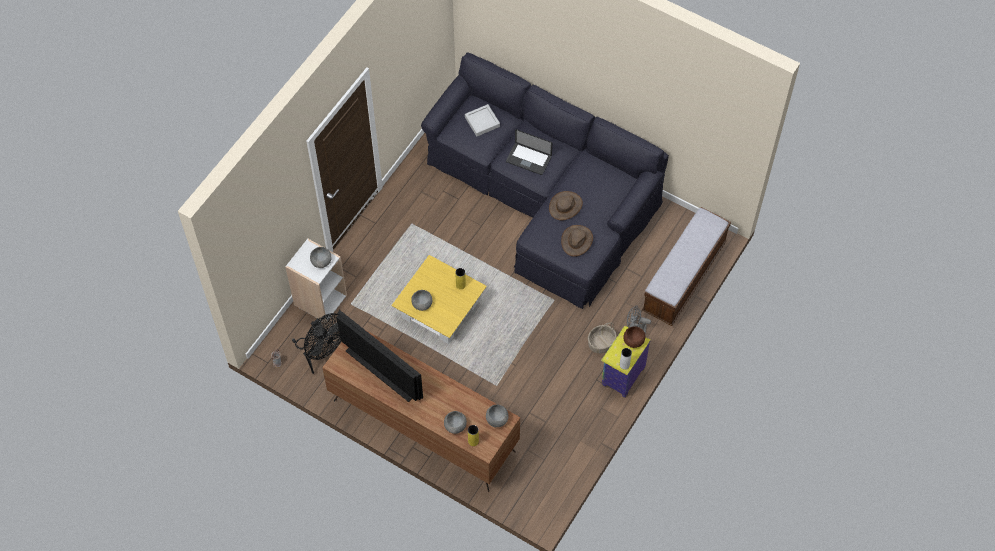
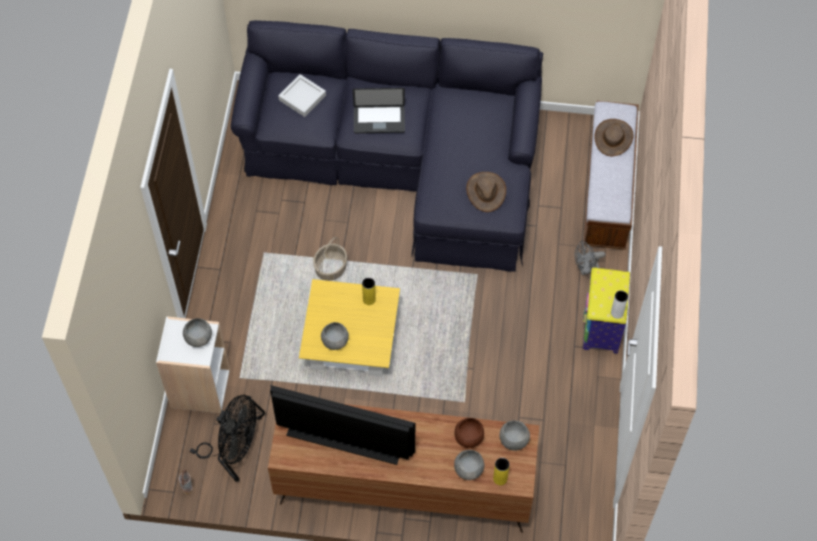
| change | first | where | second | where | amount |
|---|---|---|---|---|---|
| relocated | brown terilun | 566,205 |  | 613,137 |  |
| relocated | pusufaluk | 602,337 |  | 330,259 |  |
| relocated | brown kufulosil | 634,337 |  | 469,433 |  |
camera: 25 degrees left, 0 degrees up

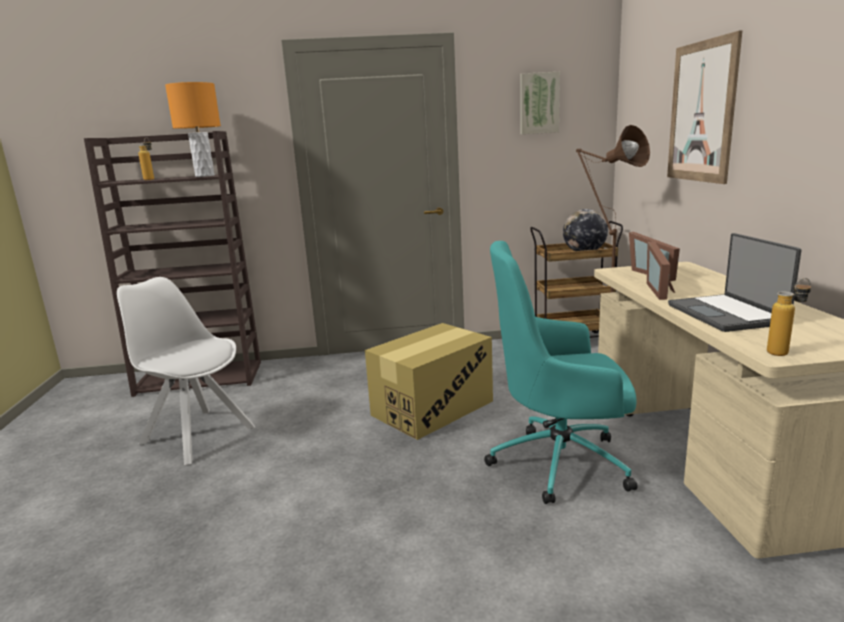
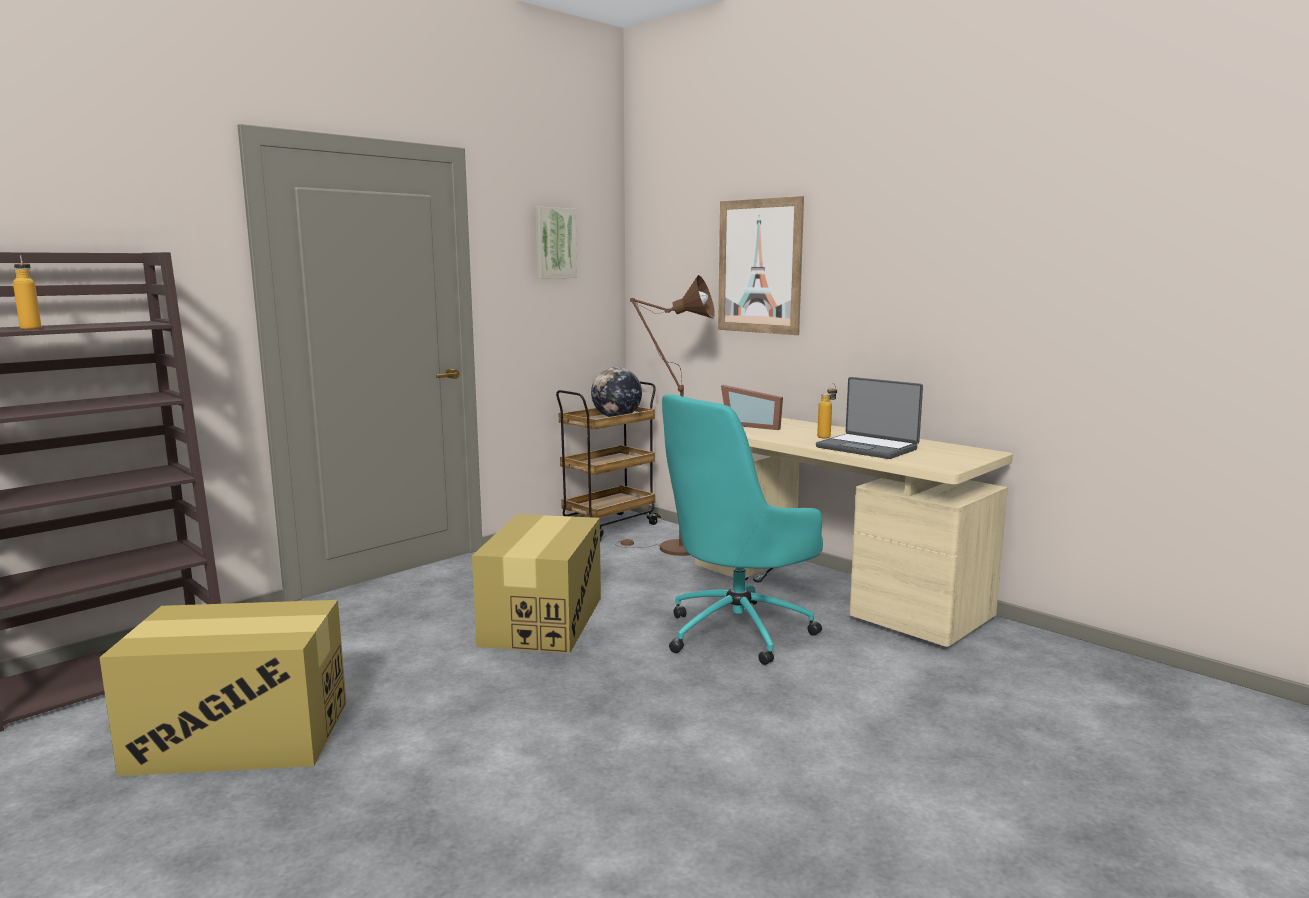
| change | first | where | second | where | amount |
|---|---|---|---|---|---|
| missing | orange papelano | 193,129 |  |  |  |
| missing | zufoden | 661,271 |  |  |  |
| relocated | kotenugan | 789,317 |  | 827,410 |  |
| exchanged | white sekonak | 186,371 | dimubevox | 222,688 |  |
camera: 40 degrees left, 5 degrees down

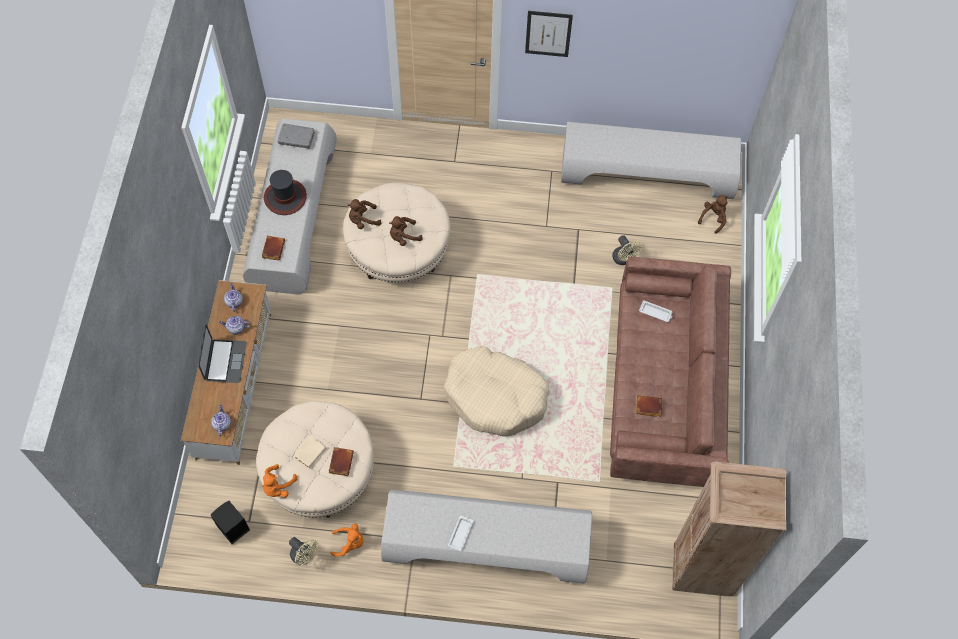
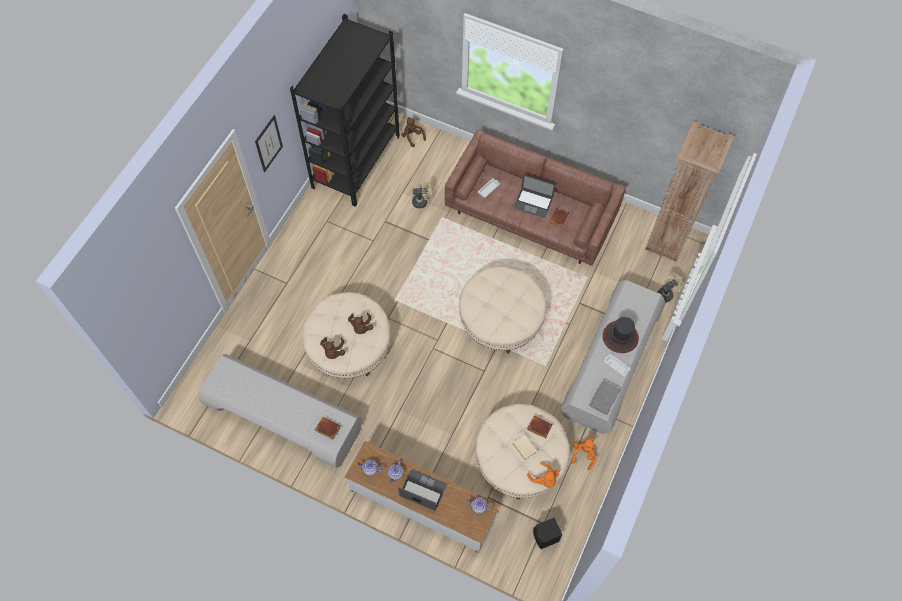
| change | first | where | second | where | amount |
|---|---|---|---|---|---|
| appeared |  |  | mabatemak | 534,196 |  |
| relocated | terilun | 285,192 |  | 621,335 |  |
| relocated | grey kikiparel | 296,136 |  | 604,398 |  |
| relocated | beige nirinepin | 303,551 |  | 670,287 |  |
| exchanged | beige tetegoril | 497,391 | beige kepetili | 502,310 |  |
| exchanged | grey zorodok | 651,160 | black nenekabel | 345,110 |  |
camera: 70 degrees left, 0 degrees up

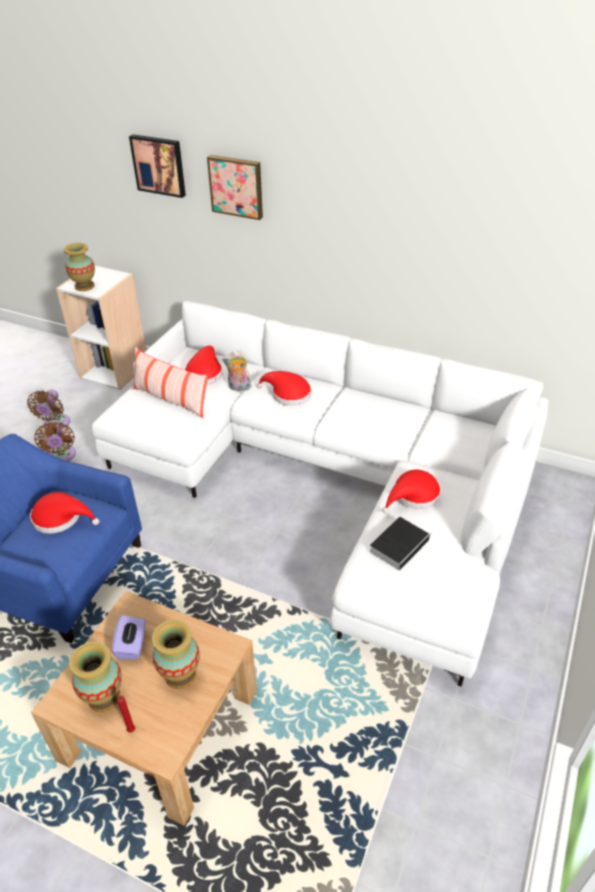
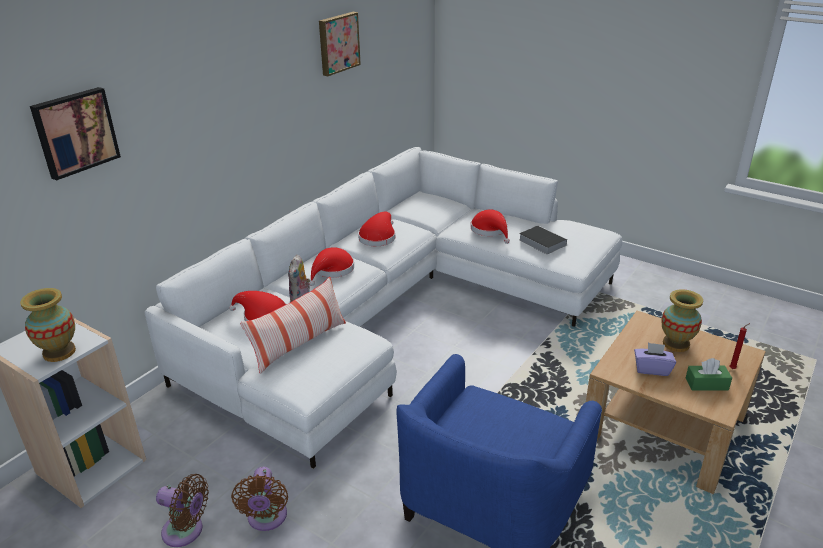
| change | first | where | second | where | amount |
|---|---|---|---|---|---|
| relocated | red terilun | 64,513 |  | 376,228 |  |
| relocated | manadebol | 235,187 |  | 340,44 |  |
| exchanged | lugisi | 95,677 | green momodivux | 709,374 |  |
| spun | brown nirinepin | 55,440 |  | 259,499 | 90 degrees clockwise |
camera: 80 degrees left, 10 degrees down

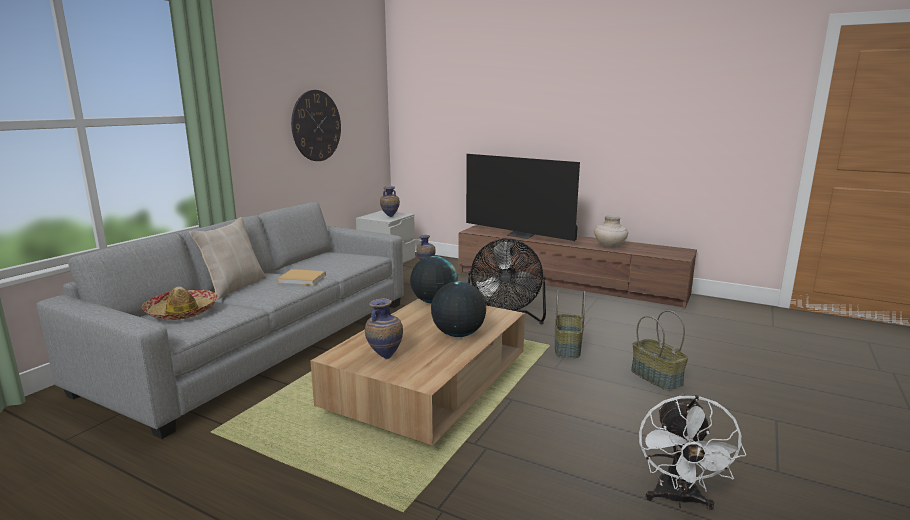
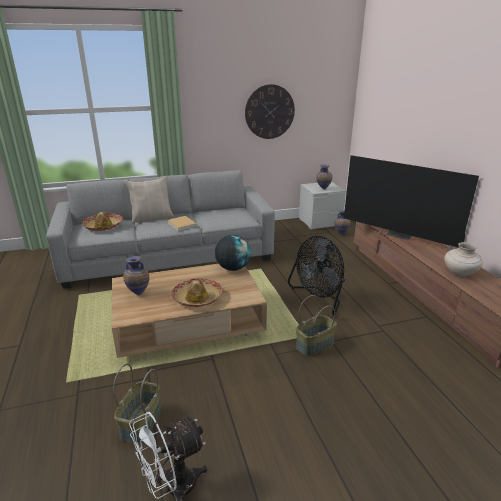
| change | first | where | second | where | amount |
|---|---|---|---|---|---|
| relocated | pusufaluk | 659,350 |  | 137,404 |  |
| exchanged | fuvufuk | 458,309 | terilun | 196,292 |  |
| spun | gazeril | 523,197 |  | 411,201 | 45 degrees counterclockwise |
camera: 45 degrees right, 10 degrees up

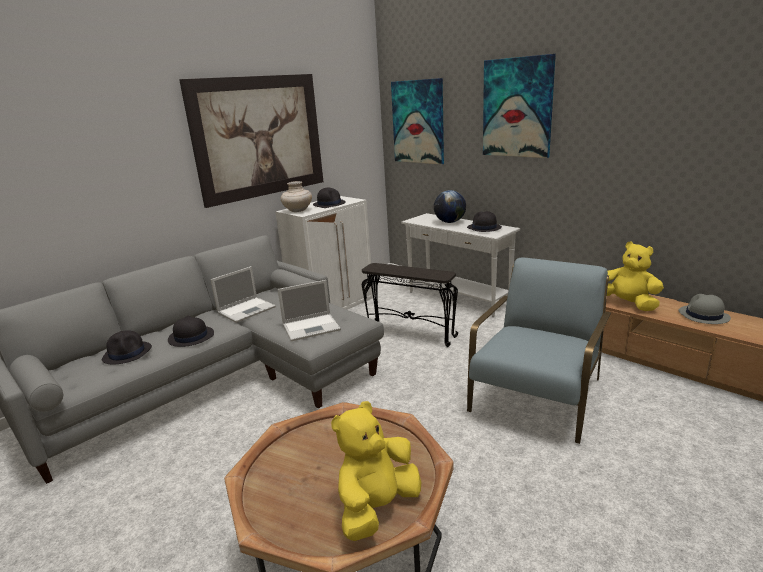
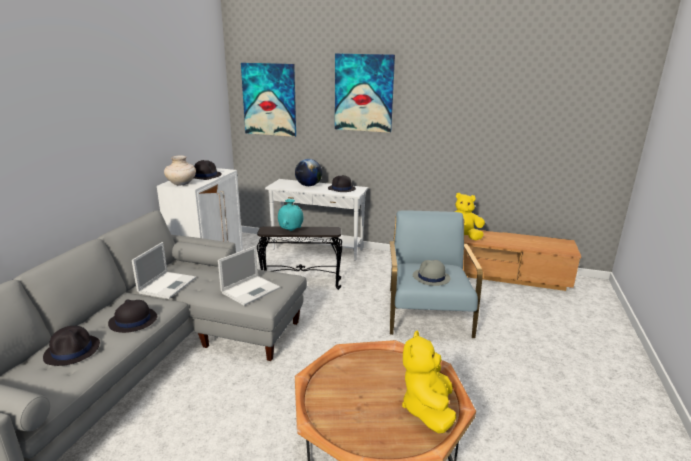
| change | first | where | second | where | amount |
|---|---|---|---|---|---|
| missing | manadebol | 251,141 |  |  |  |
| appeared |  |  | turquoise lugisi | 290,215 |  |
| relocated | grey terilun | 704,309 |  | 432,273 |  |
camera: 30 degrees left, 0 degrees up

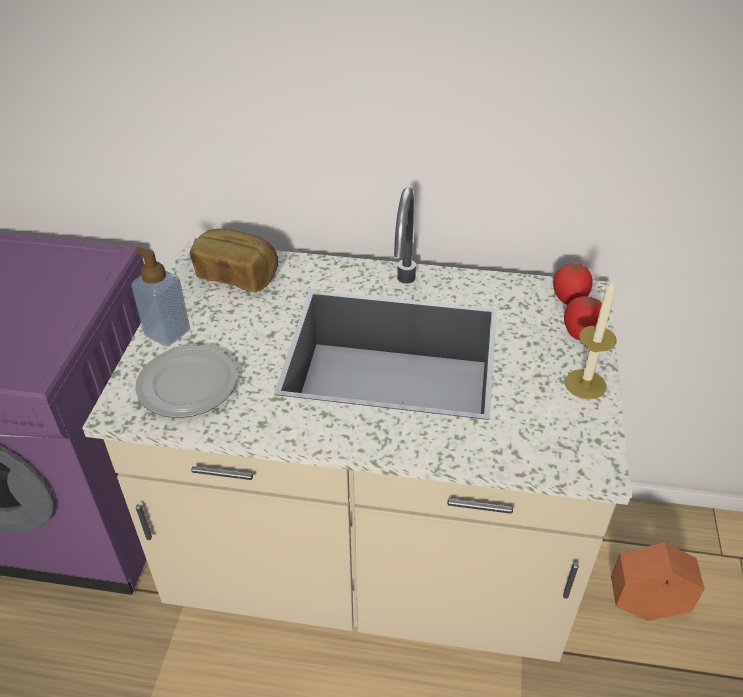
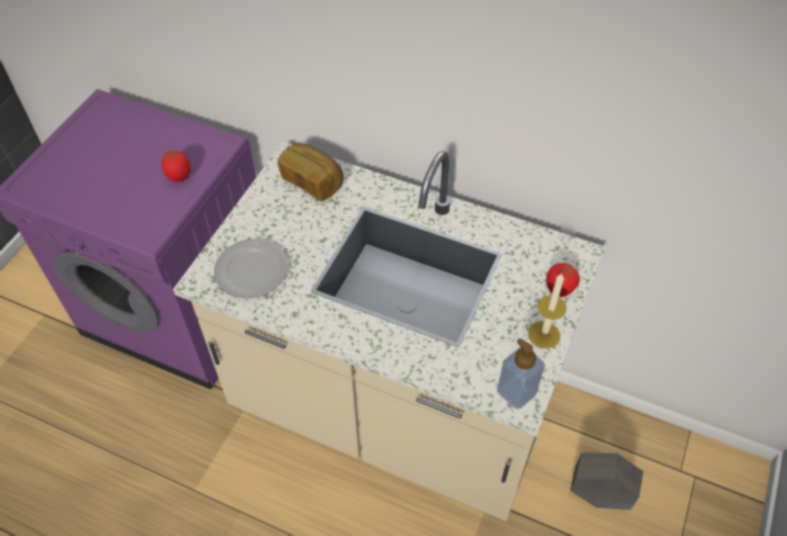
| change | first | where | second | where | amount |
|---|---|---|---|---|---|
| relocated | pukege | 160,297 |  | 521,373 |  |
| relocated | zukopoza | 573,283 |  | 176,166 |  |
| colour | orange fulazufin | 658,581 | grey fulazufin | 606,481 |  |
camera: 15 degrees right, 10 degrees up

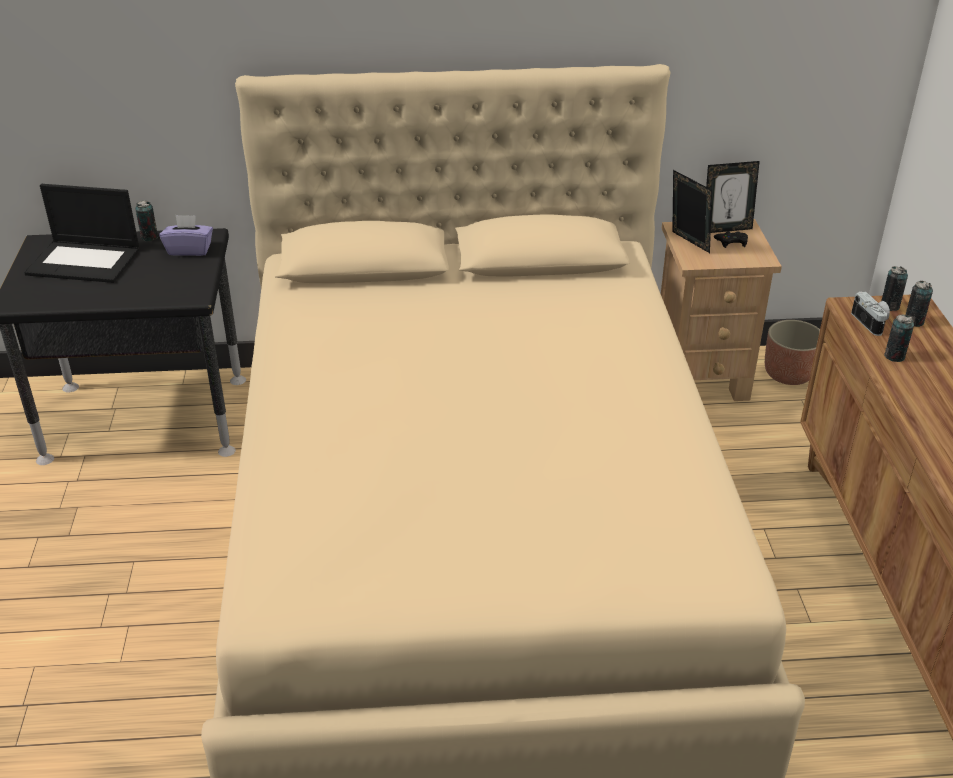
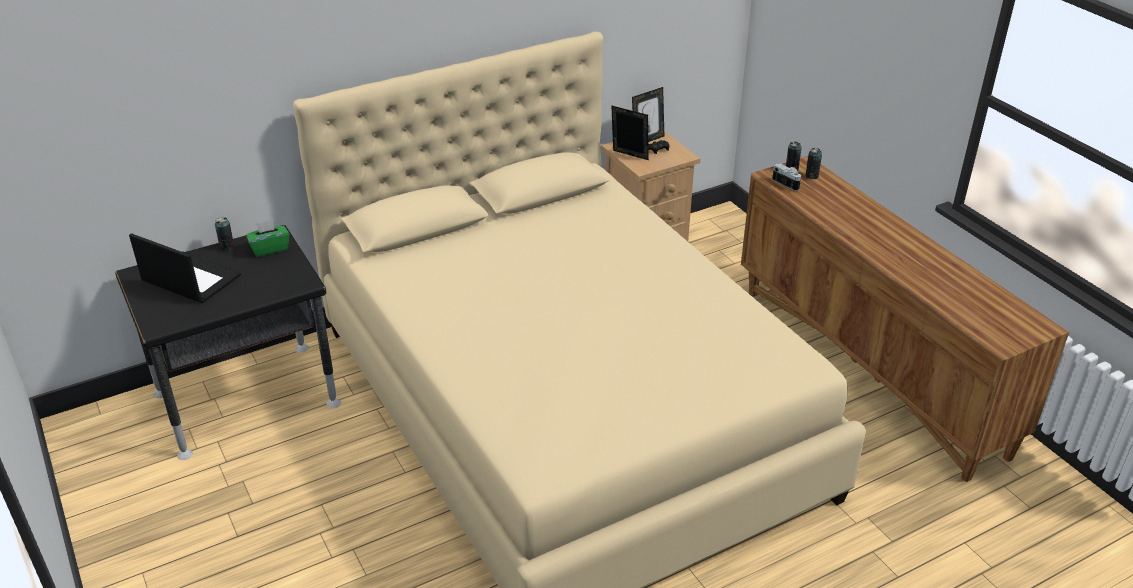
| change | first | where | second | where | amount |
|---|---|---|---|---|---|
| missing | fulazufin | 792,352 |  |  |  |
| missing | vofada | 899,338 |  |  |  |
| colour | purple momodivux | 186,235 | green momodivux | 267,238 |  |
| spun | mabatemak | 81,233 |  | 185,268 | 135 degrees counterclockwise |
camera: 25 degrees left, 0 degrees up

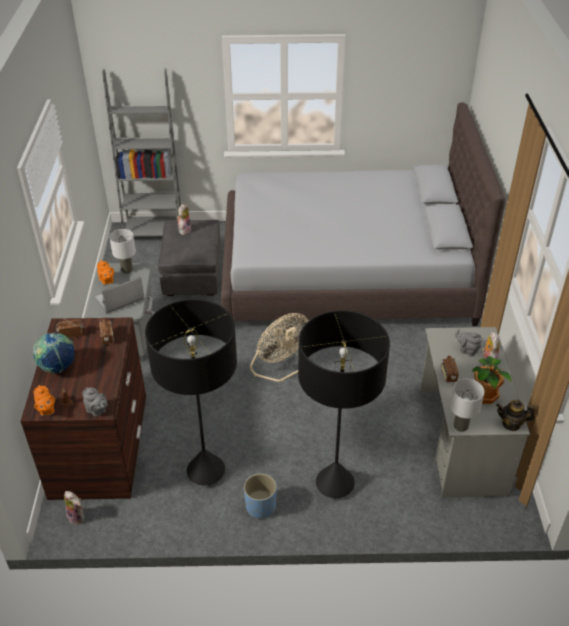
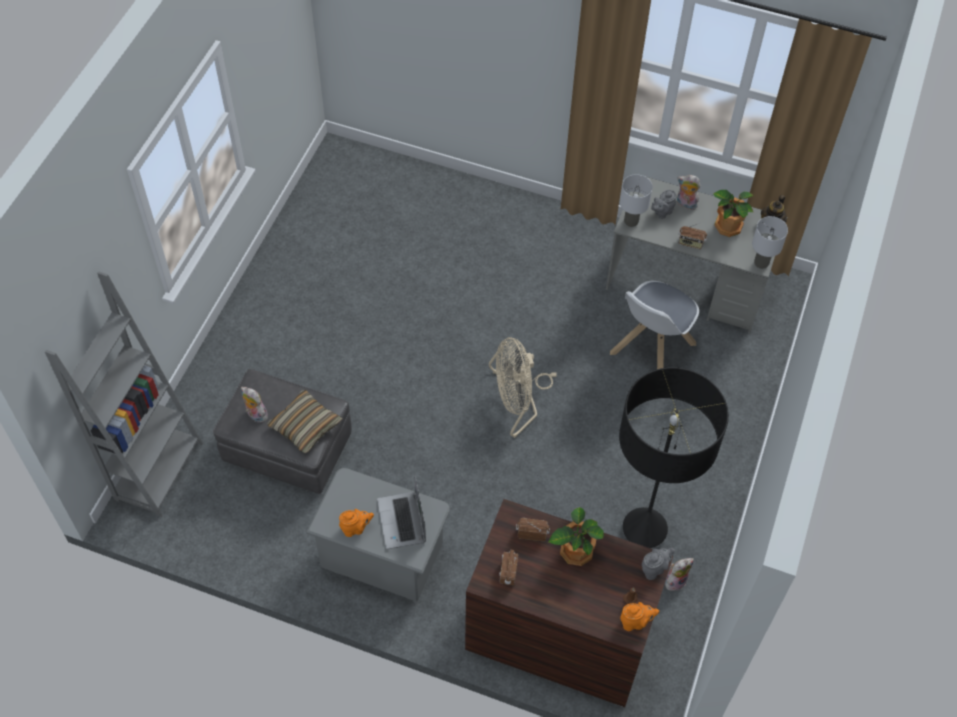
| change | first | where | second | where | amount |
|---|---|---|---|---|---|
| missing | fuvufuk | 53,353 |  |  |  |
| missing | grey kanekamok | 363,214 |  |  |  |
| missing | blue fulazufin | 260,495 |  |  |  |
| missing | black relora | 344,404 |  |  |  |
| appeared |  |  | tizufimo | 305,421 |  |
| appeared |  |  | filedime | 576,536 |  |
| appeared |  |  | sekonak | 654,325 |  |
| relocated | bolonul | 74,508 |  | 679,574 |  |
| relocated | white papelano | 122,251 |  | 636,200 |  |
camera: 70 degrees left, 15 degrees up

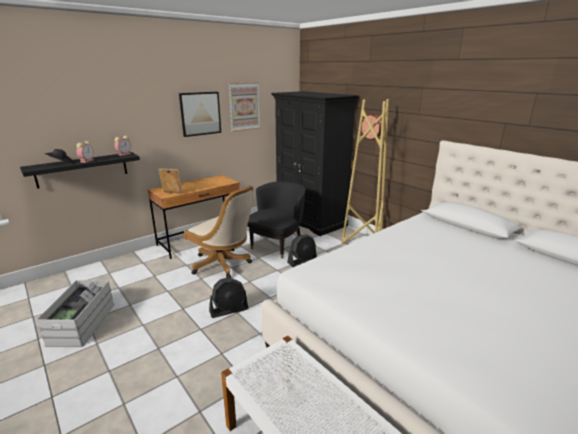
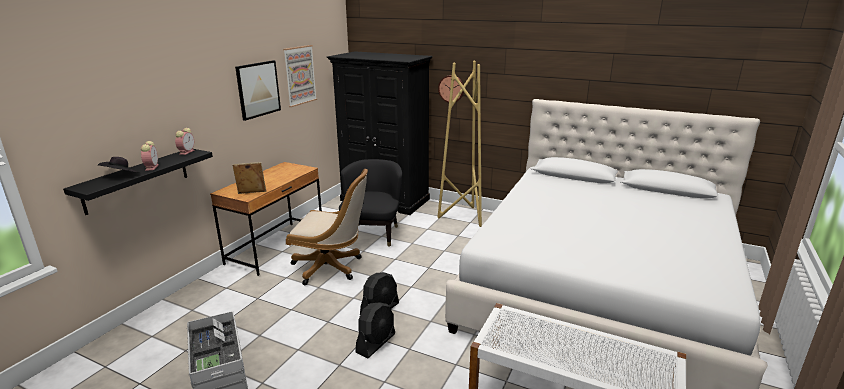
| change | first | where | second | where | amount |
|---|---|---|---|---|---|
| relocated | black nirinepin | 302,250 |  | 375,330 |  |
camera: 25 degrees left, 0 degrees up

